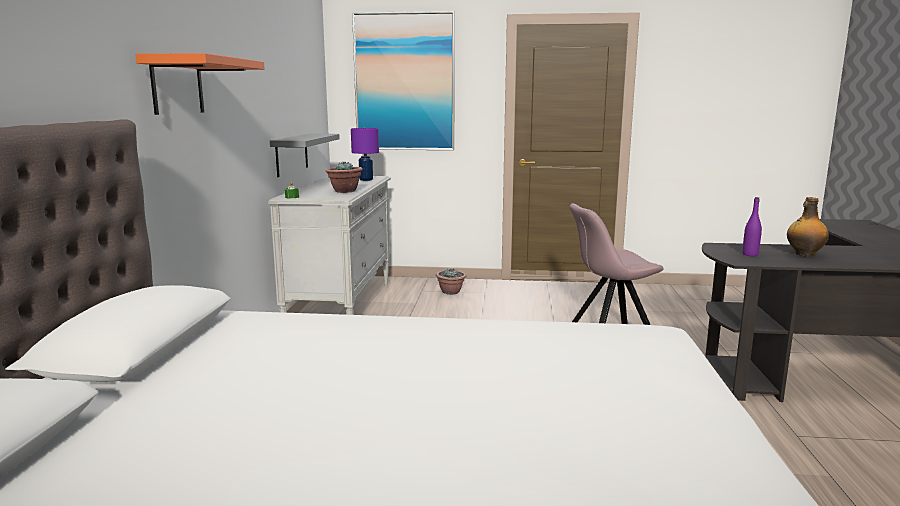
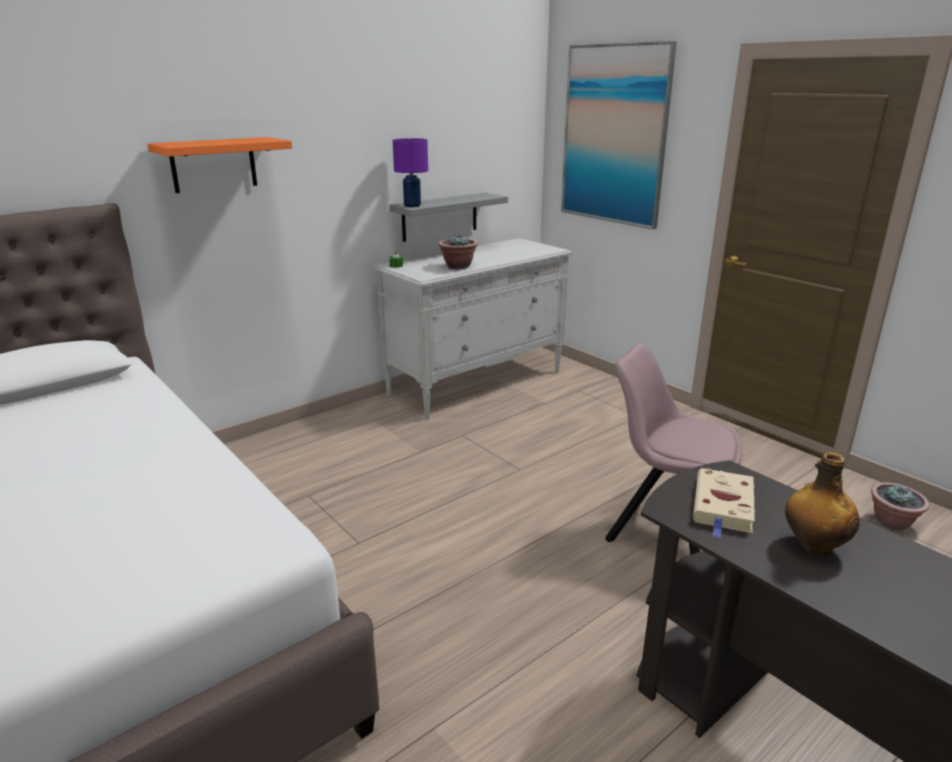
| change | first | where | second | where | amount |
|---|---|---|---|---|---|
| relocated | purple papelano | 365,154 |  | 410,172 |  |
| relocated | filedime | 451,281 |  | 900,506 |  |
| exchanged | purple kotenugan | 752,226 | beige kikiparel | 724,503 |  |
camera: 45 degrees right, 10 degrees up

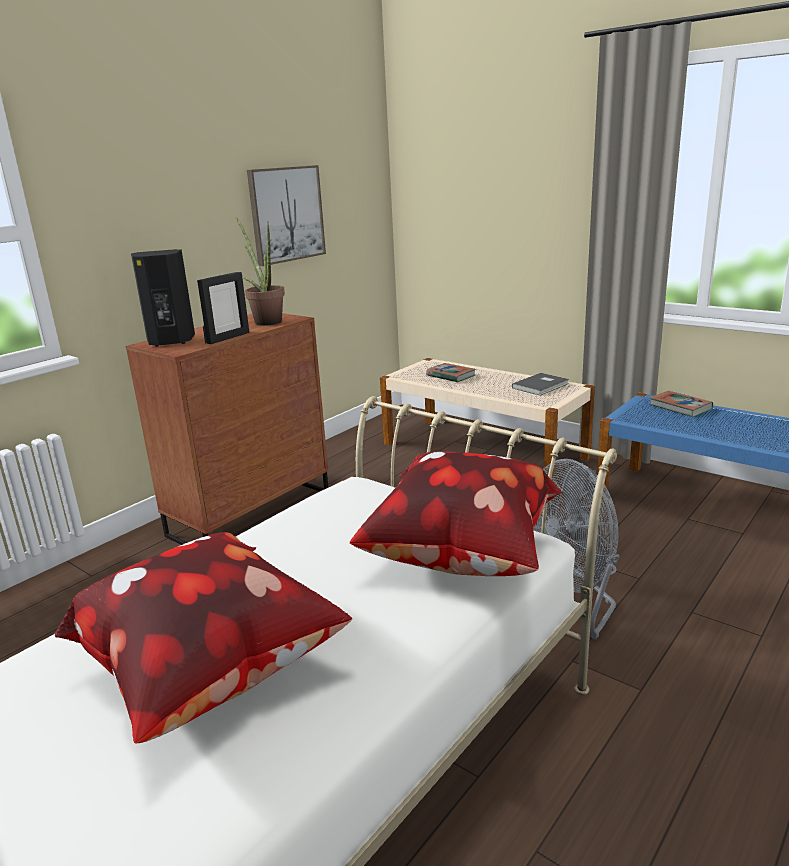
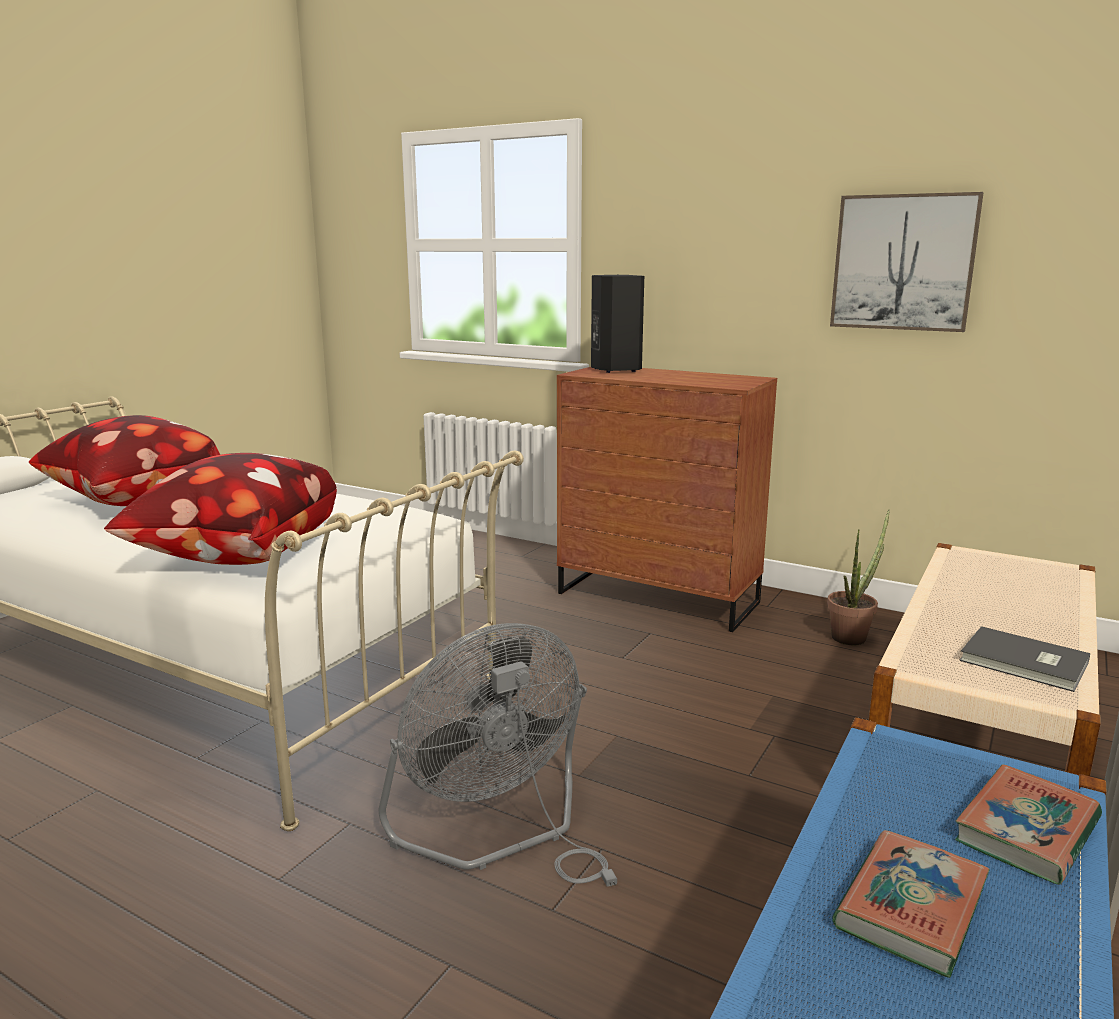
| change | first | where | second | where | amount |
|---|---|---|---|---|---|
| missing | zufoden | 223,308 |  |  |  |
| relocated | filedime | 260,271 |  | 858,577 |  |
| relocated | kikiparel | 451,372 |  | 911,904 |  |
camera: 80 degrees right, 5 degrees down

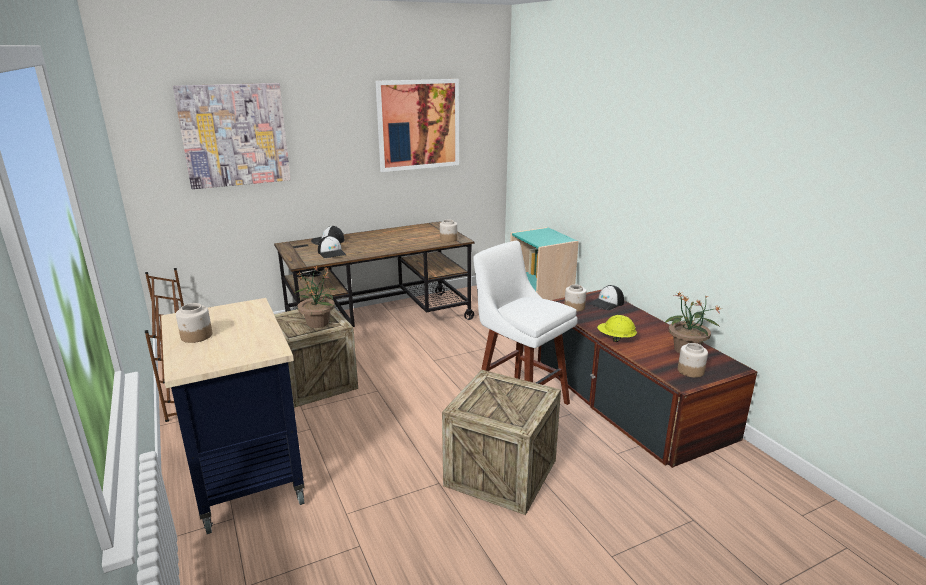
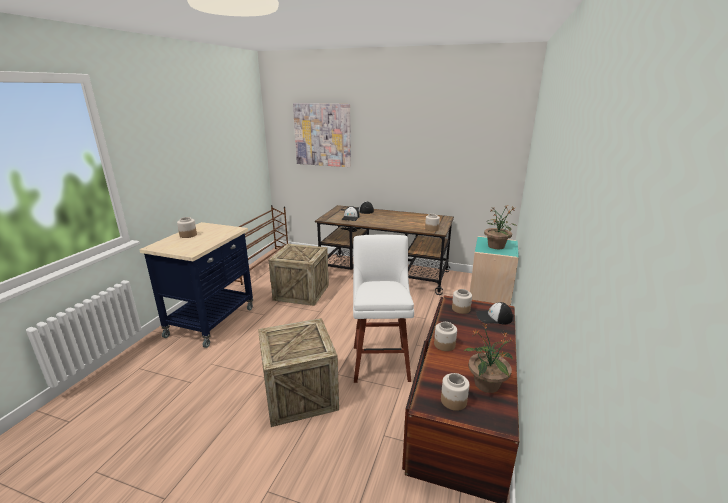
| change | first | where | second | where | amount |
|---|---|---|---|---|---|
| missing | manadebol | 417,125 |  |  |  |
| relocated | filedime | 315,297 |  | 500,226 |  |
| exchanged | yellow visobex | 617,328 | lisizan | 445,336 |  |
camera: 45 degrees right, 0 degrees up

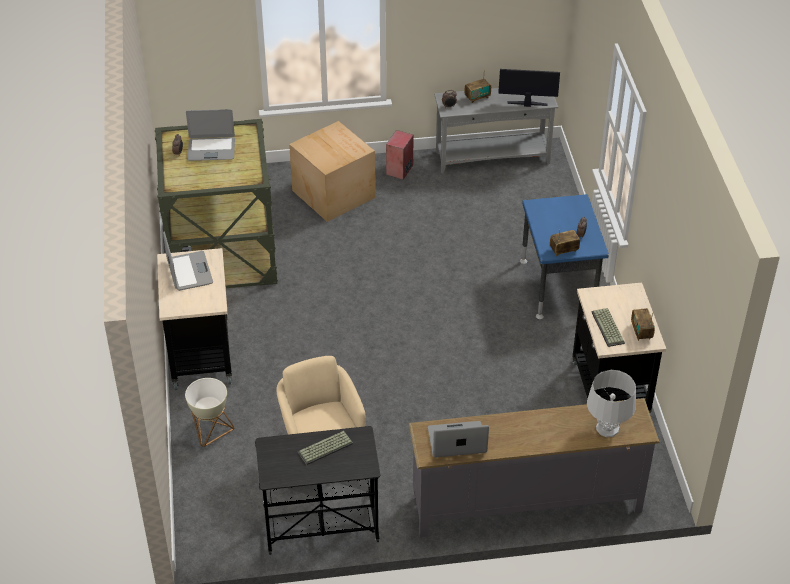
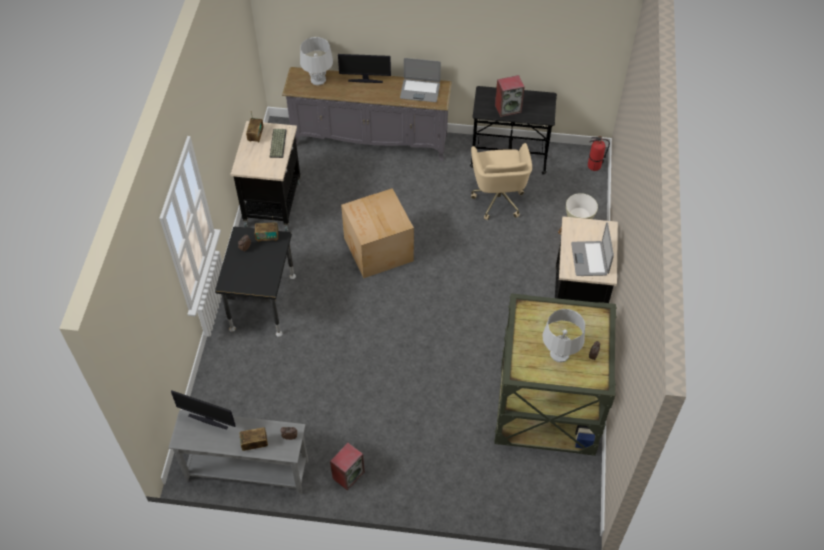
| change | first | where | second | where | amount |
|---|---|---|---|---|---|
| appeared |  |  | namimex | 364,68 |  |
| appeared |  |  | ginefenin | 599,153 |  |
| relocated | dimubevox | 332,171 |  | 377,233 |  |
| exchanged | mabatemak | 210,135 | grey papelano | 564,335 |  |
| exchanged | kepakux | 325,448 | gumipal | 510,96 |  |
| colour | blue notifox | 564,256 | black notifox | 255,282 |  |
camera: 165 degrees left, 10 degrees up

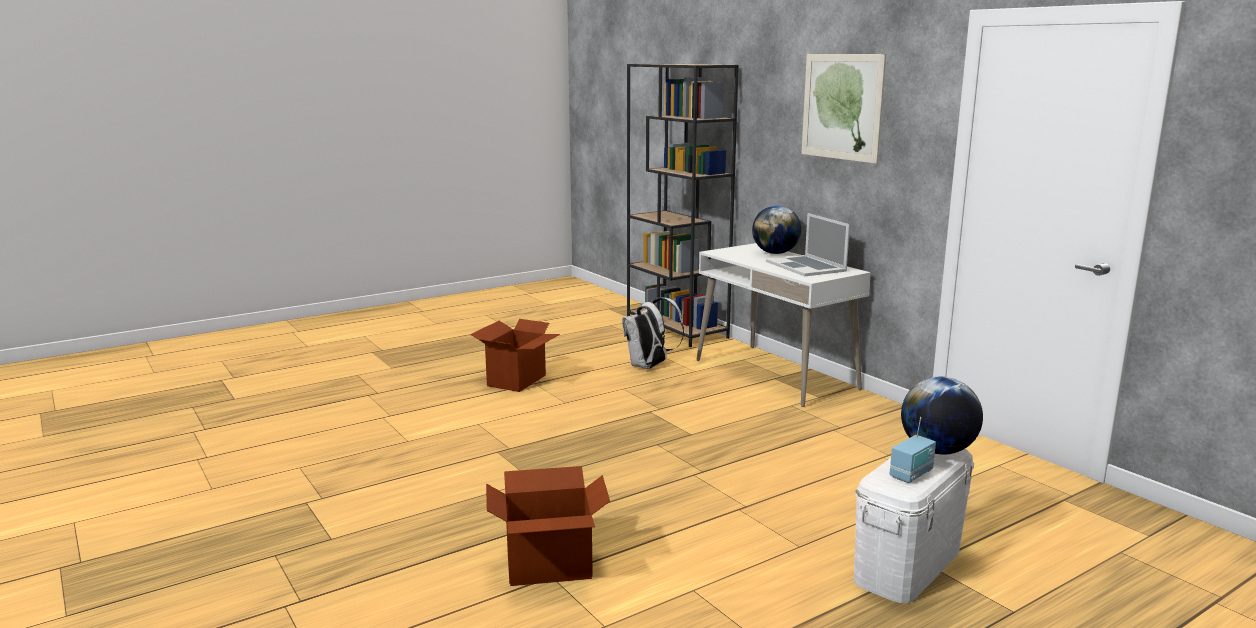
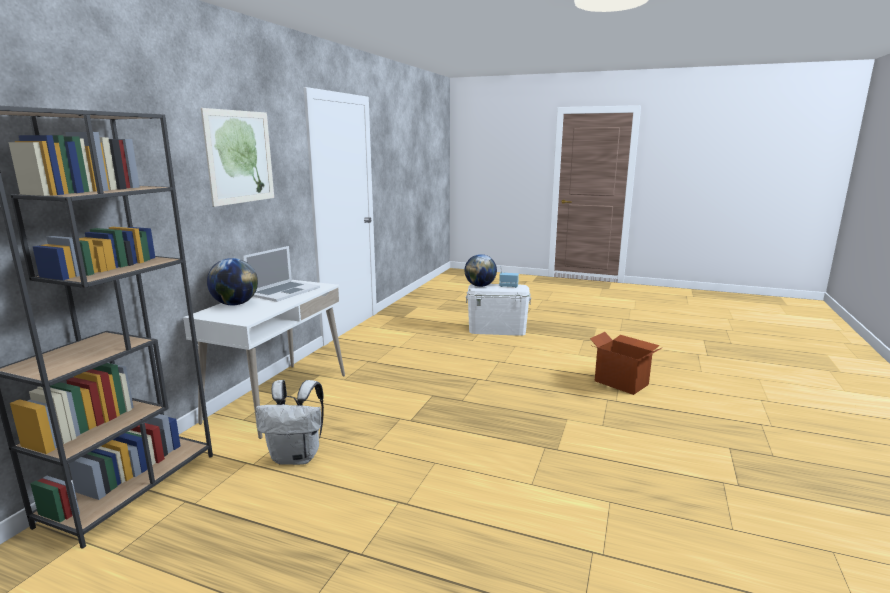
| change | first | where | second | where | amount |
|---|---|---|---|---|---|
| missing | dimubevox | 515,355 |  |  |  |
camera: 125 degrees left, 0 degrees up

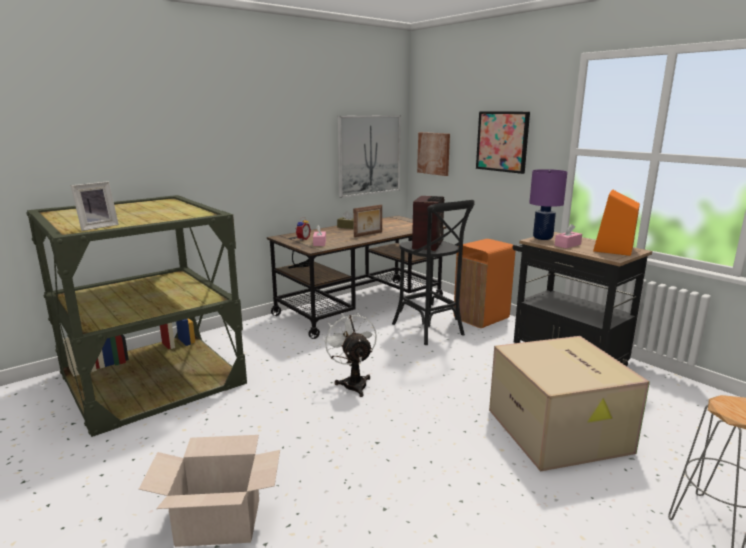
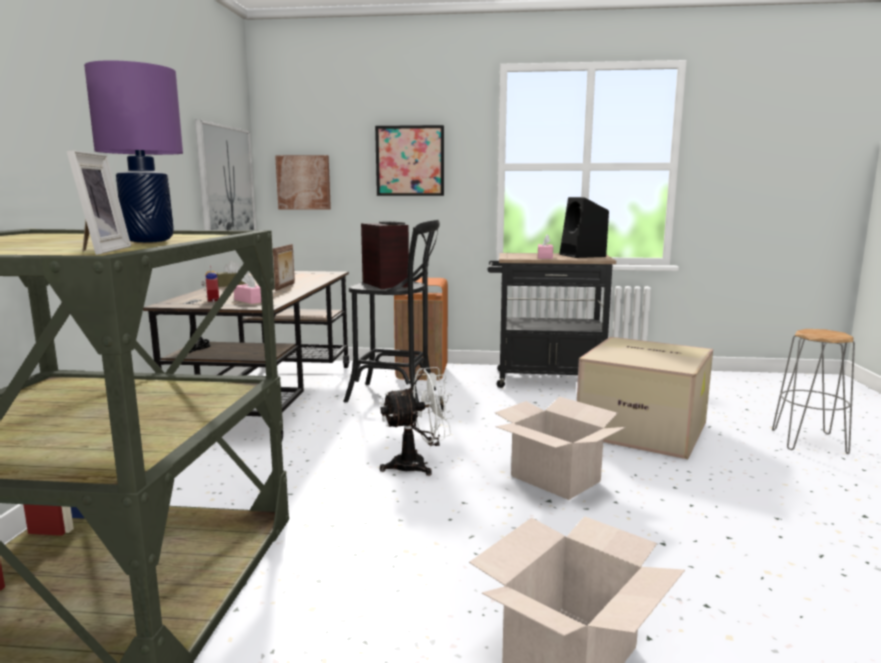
| change | first | where | second | where | amount |
|---|---|---|---|---|---|
| appeared |  |  | dimubevox | 560,448 |  |
| relocated | purple papelano | 548,204 |  | 133,151 |  |
| colour | orange gumipal | 616,222 | black gumipal | 584,227 |  |
| spun | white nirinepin | 350,354 |  | 417,421 | 135 degrees clockwise |
camera: 45 degrees left, 5 degrees down

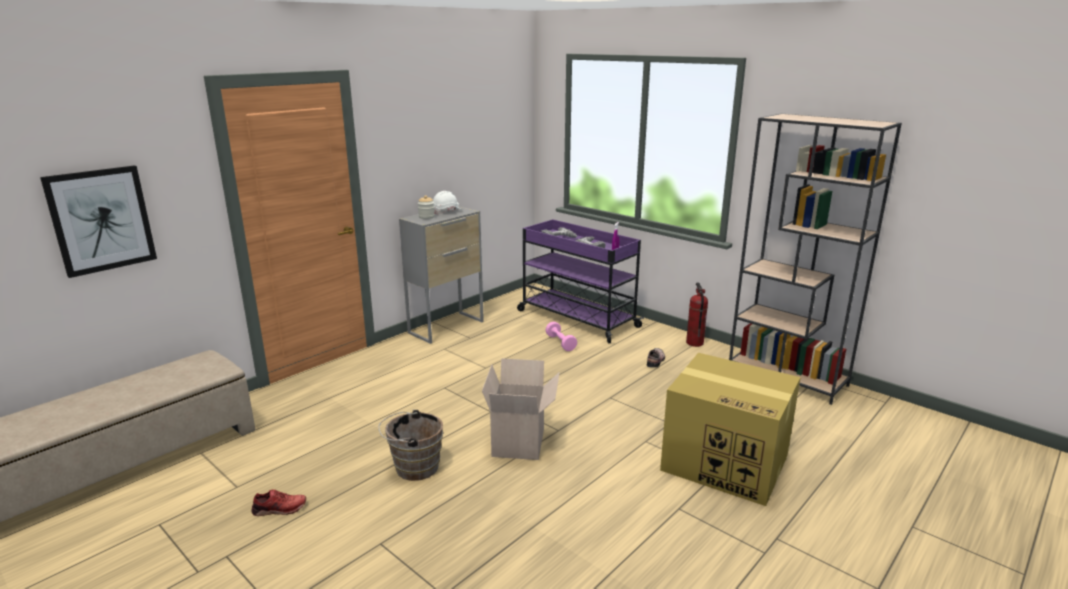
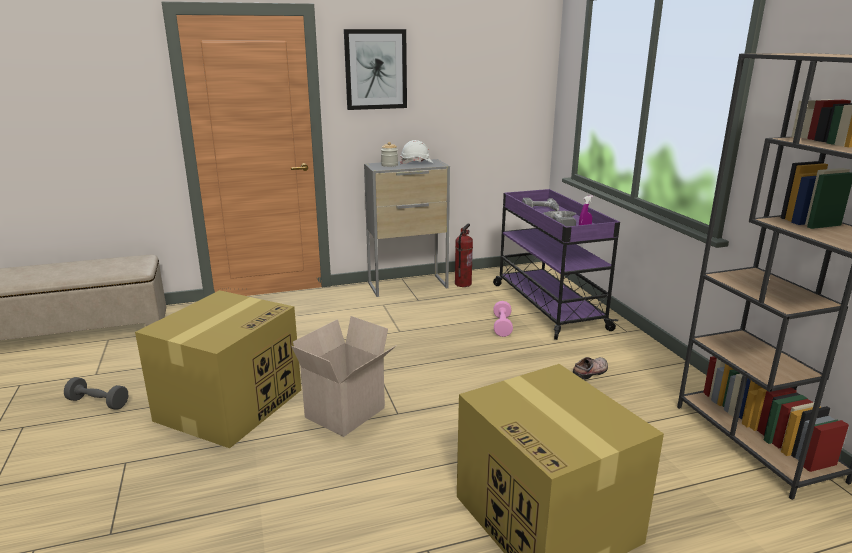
| change | first | where | second | where | amount |
|---|---|---|---|---|---|
| relocated | manadebol | 98,221 |  | 375,69 |  |
| relocated | ginefenin | 697,315 |  | 464,255 |  |
| exchanged | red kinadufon | 278,502 | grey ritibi | 96,393 |  |
| exchanged | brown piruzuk | 410,445 | dimubevox | 218,369 |  |
camera: 30 degrees right, 0 degrees up

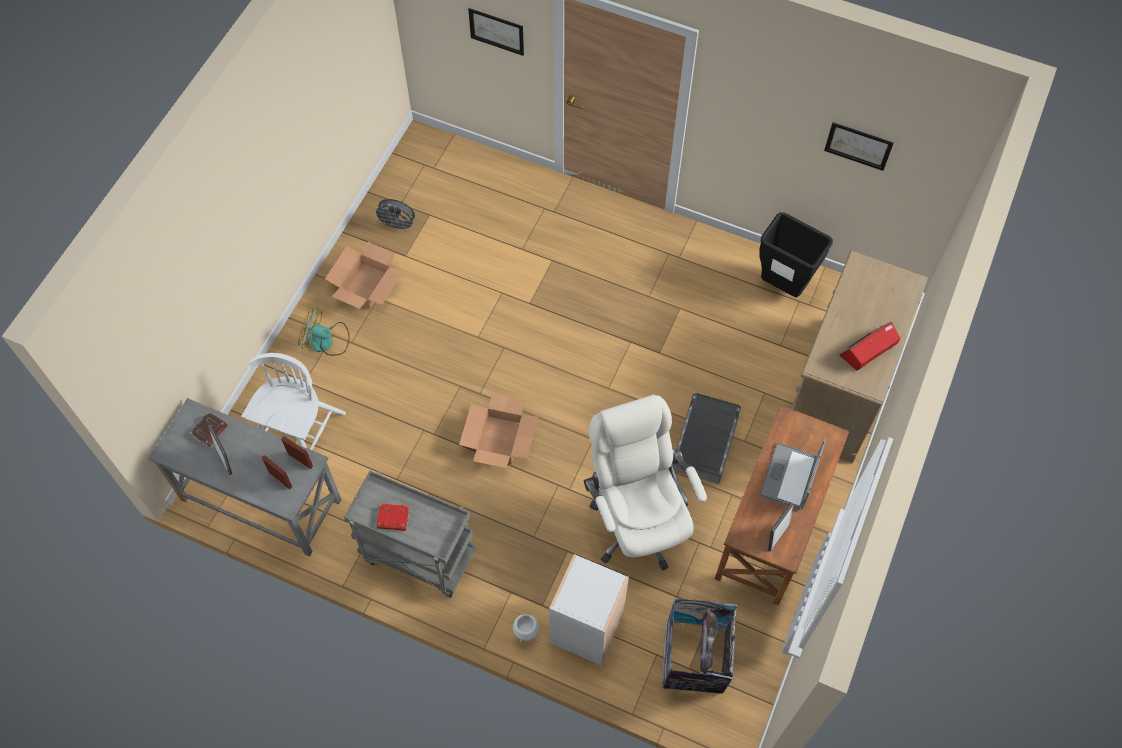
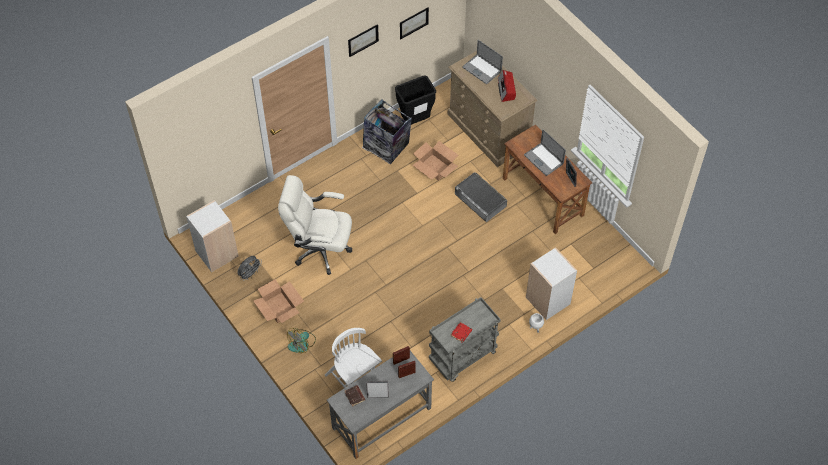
| change | first | where | second | where | amount |
|---|---|---|---|---|---|
| appeared |  |  | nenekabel | 212,236 |  |
| appeared |  |  | mabatemak | 482,62 |  |
| relocated | dimubevox | 498,431 |  | 435,161 |  |
| relocated | manadebol | 496,32 |  | 363,40 |  |
| relocated | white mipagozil | 645,483 |  | 315,225 |  |
| relocated | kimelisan | 700,646 |  | 387,131 |  |
camera: 60 degrees left, 5 degrees down

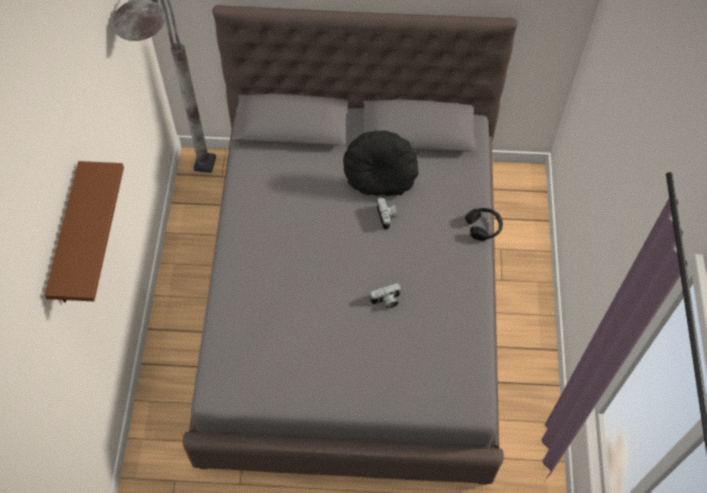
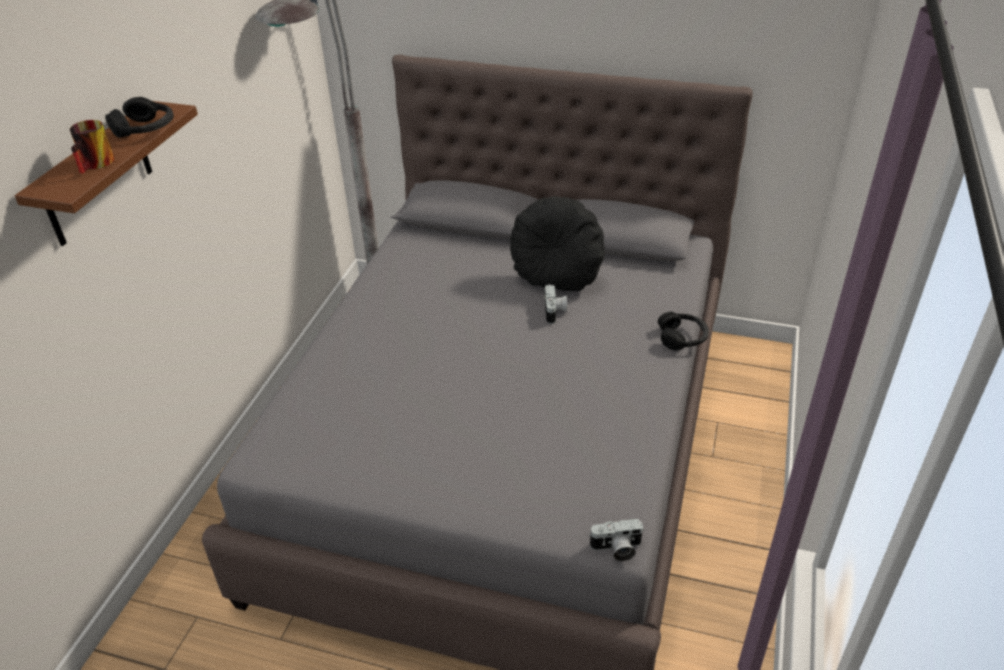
| change | first | where | second | where | amount |
|---|---|---|---|---|---|
| appeared |  |  | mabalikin | 92,147 |  |
| appeared |  |  | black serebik | 139,117 |  |
| relocated | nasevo | 385,296 |  | 617,539 |  |
camera: 15 degrees right, 20 degrees down

